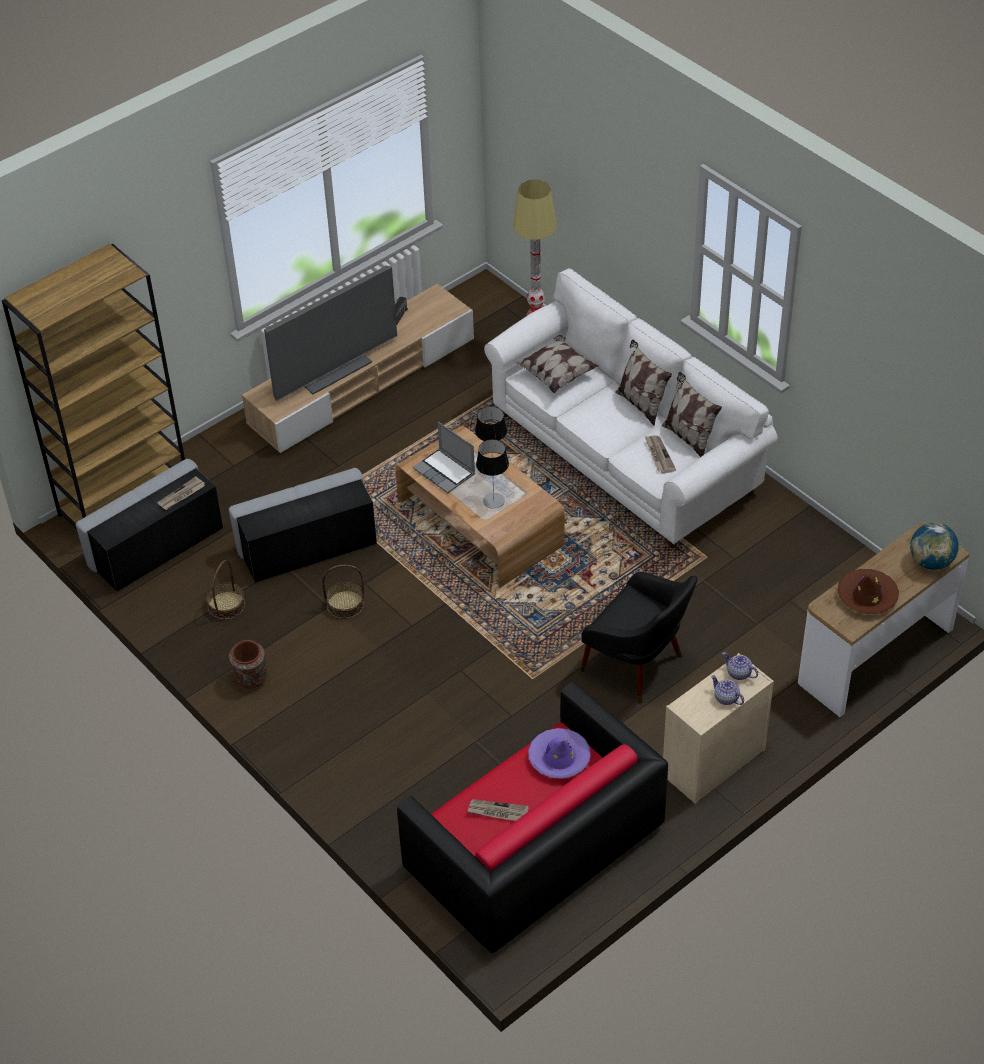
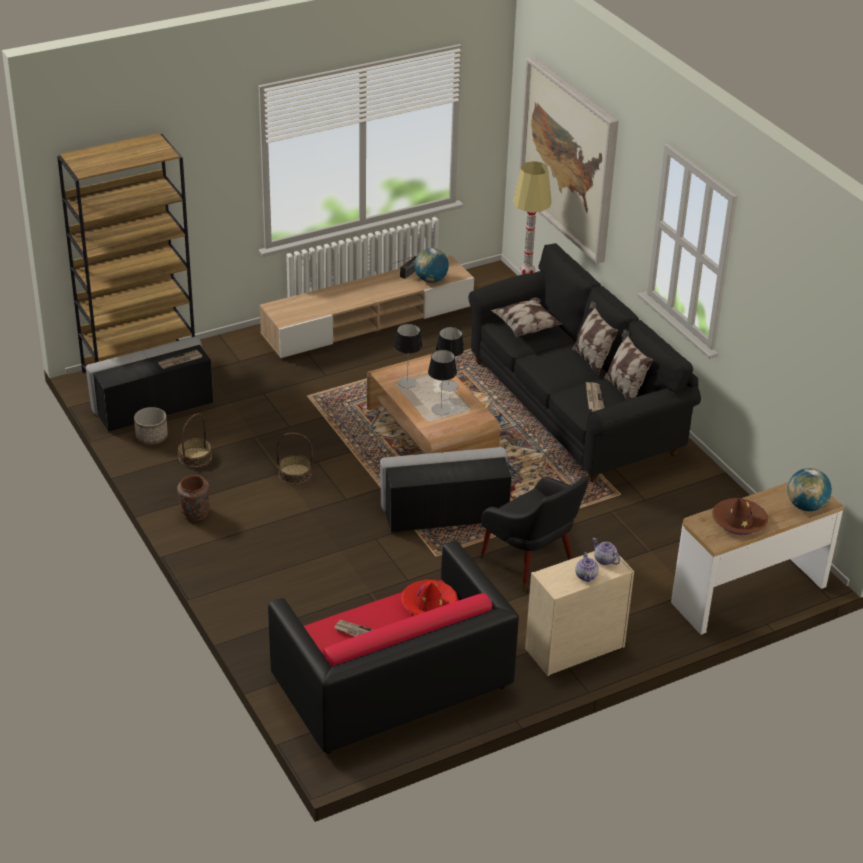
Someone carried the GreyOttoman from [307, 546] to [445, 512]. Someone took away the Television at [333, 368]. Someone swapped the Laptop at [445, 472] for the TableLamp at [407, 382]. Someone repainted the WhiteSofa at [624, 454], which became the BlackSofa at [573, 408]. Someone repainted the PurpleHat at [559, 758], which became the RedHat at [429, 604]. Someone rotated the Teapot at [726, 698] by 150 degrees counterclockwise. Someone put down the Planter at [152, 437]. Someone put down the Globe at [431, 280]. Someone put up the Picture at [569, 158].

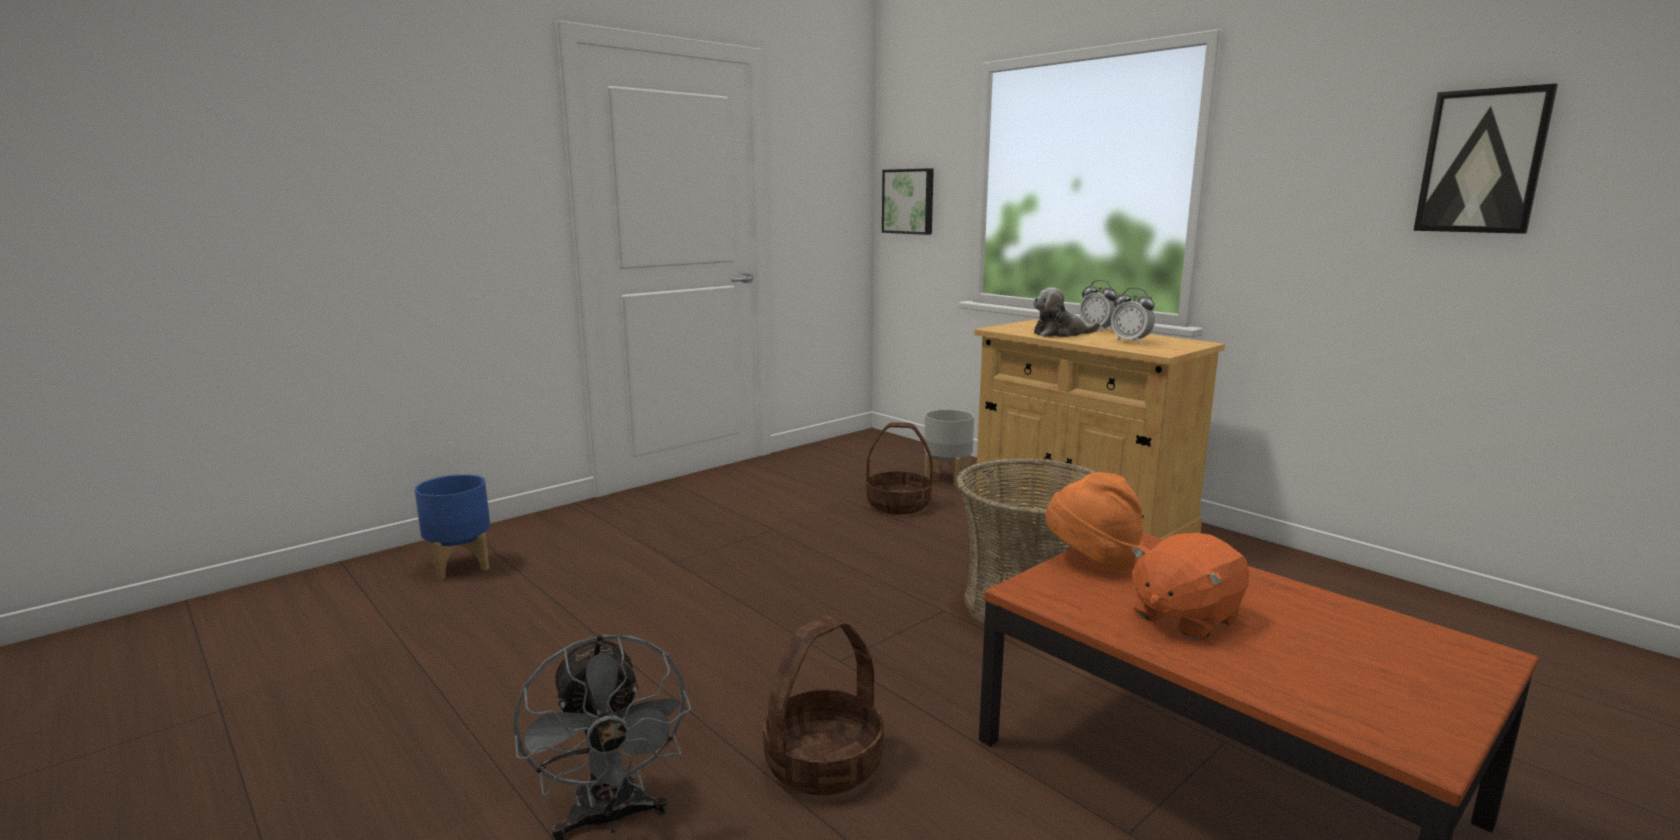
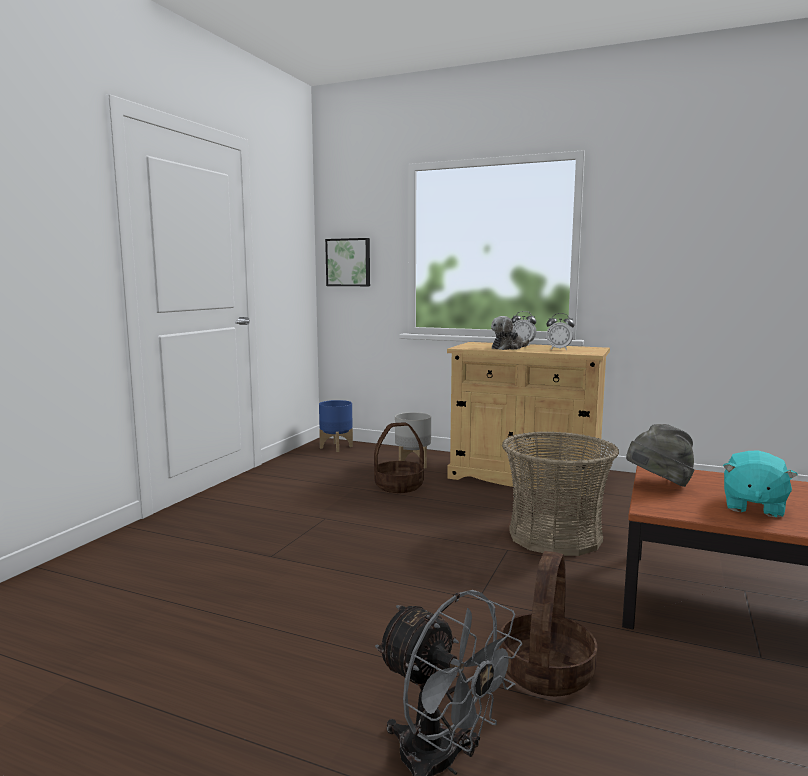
Someone carried the BluePlanter from [461, 566] to [336, 447]. Someone repainted the OrangeHat at [1092, 561], which became the GreyHat at [658, 485]. Someone repainted the OrangePlushToy at [1184, 617], which became the TurquoisePlushToy at [752, 506]. Someone took away the Picture at [1482, 161].

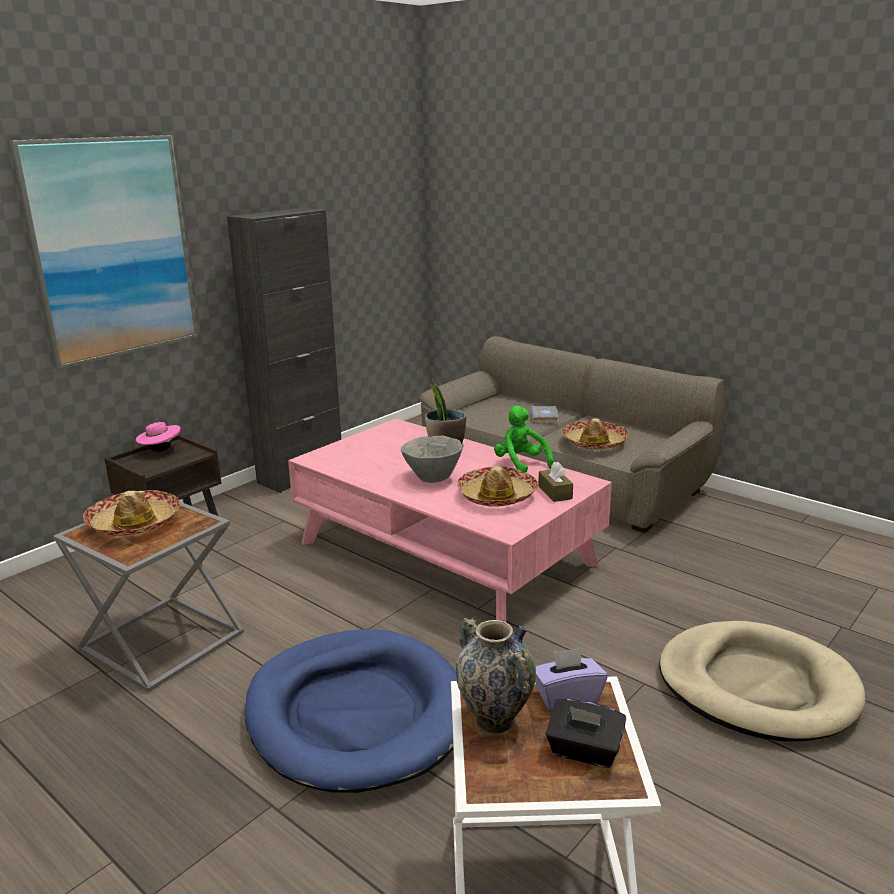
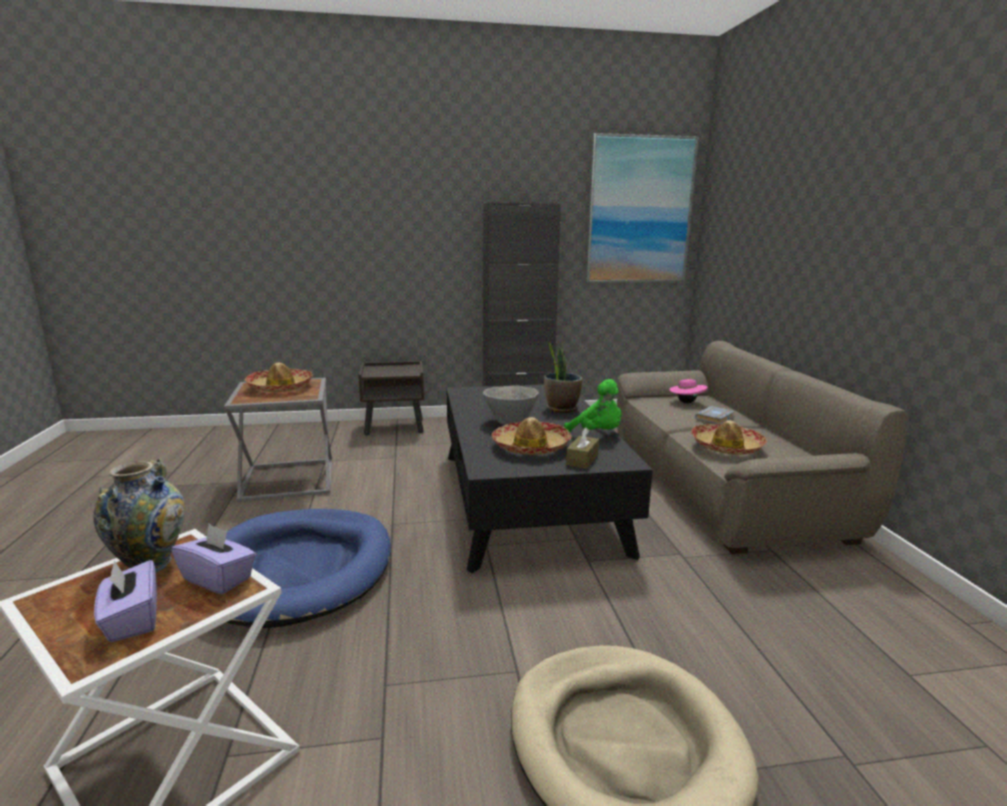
Someone carried the Picture from [112, 249] to [639, 211]. Someone carried the PinkHat from [160, 450] to [686, 402]. Someone repainted the PinkCoffeeTable at [446, 553], which became the BlackCoffeeTable at [527, 500]. Someone rotated the GreenPlushToy at [521, 464] by 120 degrees clockwise. Someone repainted the BlackTissueBox at [584, 751], which became the PurpleTissueBox at [132, 620].

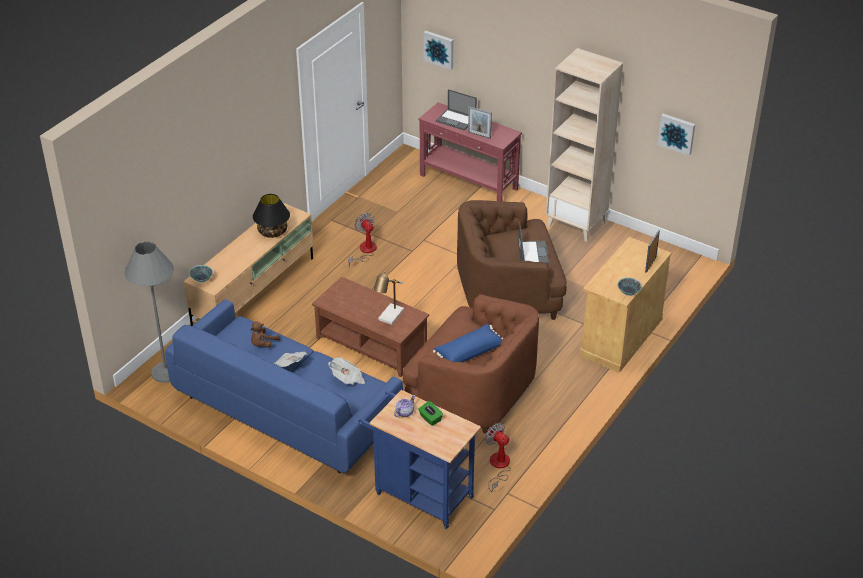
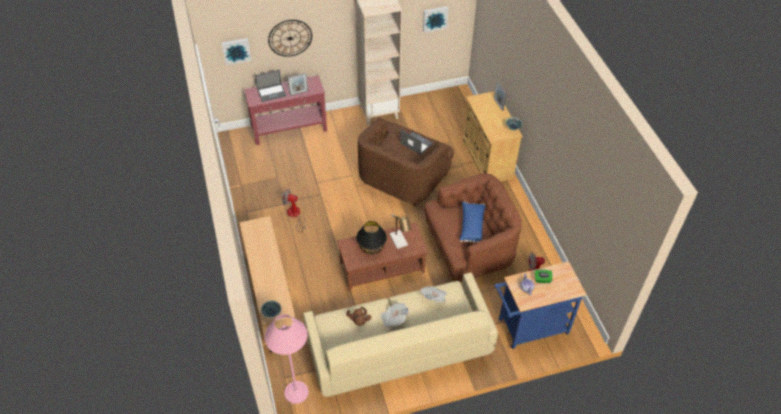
Someone repainted the GreyFloorLamp at [165, 372], which became the PinkFloorLamp at [296, 392]. Someone repainted the BlueSofa at [287, 410], which became the BeigeSofa at [398, 347]. Someone carried the BlackTableLamp from [272, 231] to [371, 247]. Someone put up the WallClock at [290, 38].

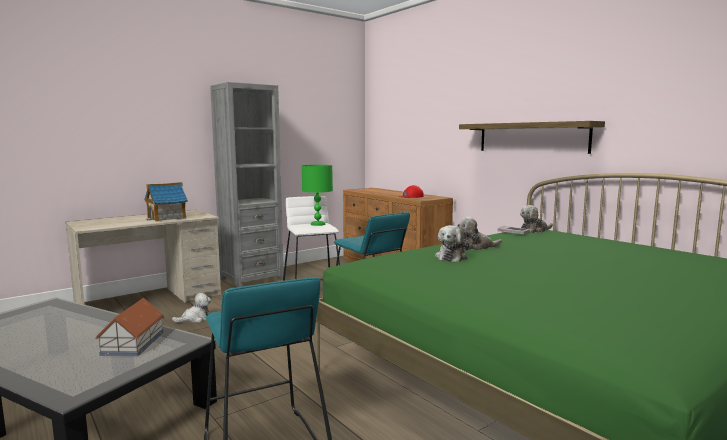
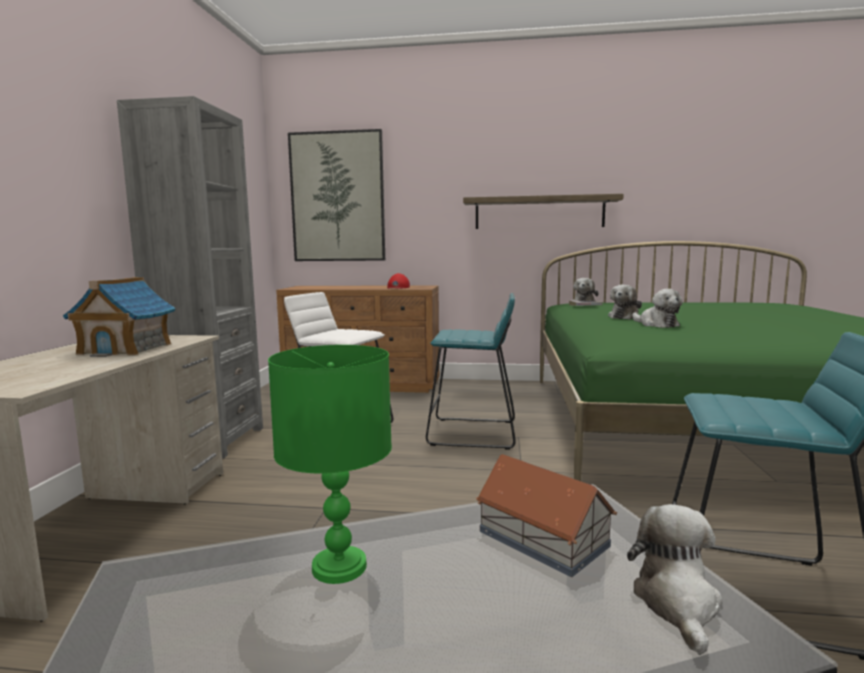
Someone carried the PlushToy from [195, 319] to [677, 603]. Someone carried the GreenTableLamp from [317, 224] to [338, 566]. Someone put up the Picture at [337, 197].

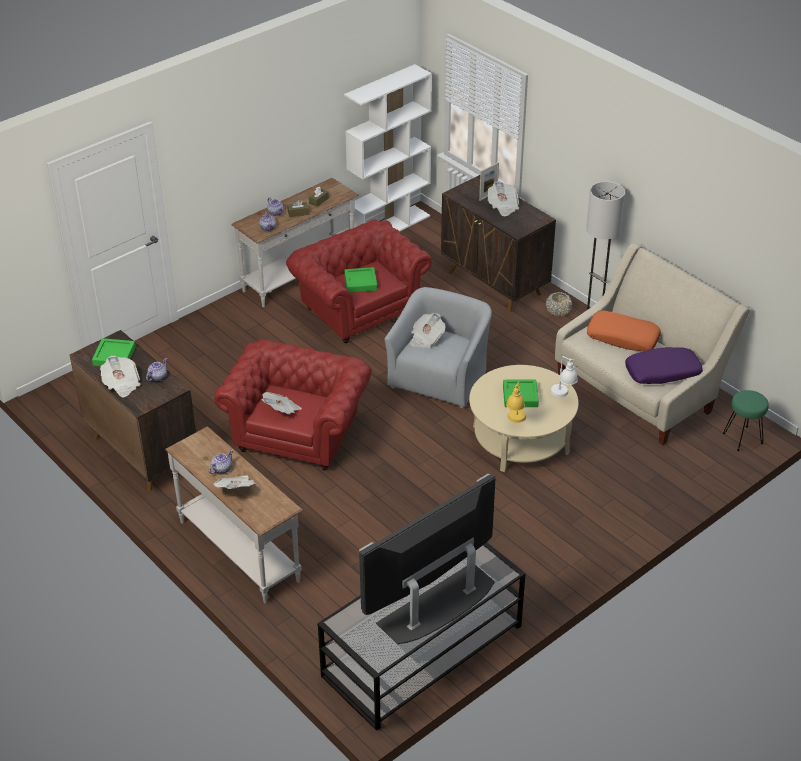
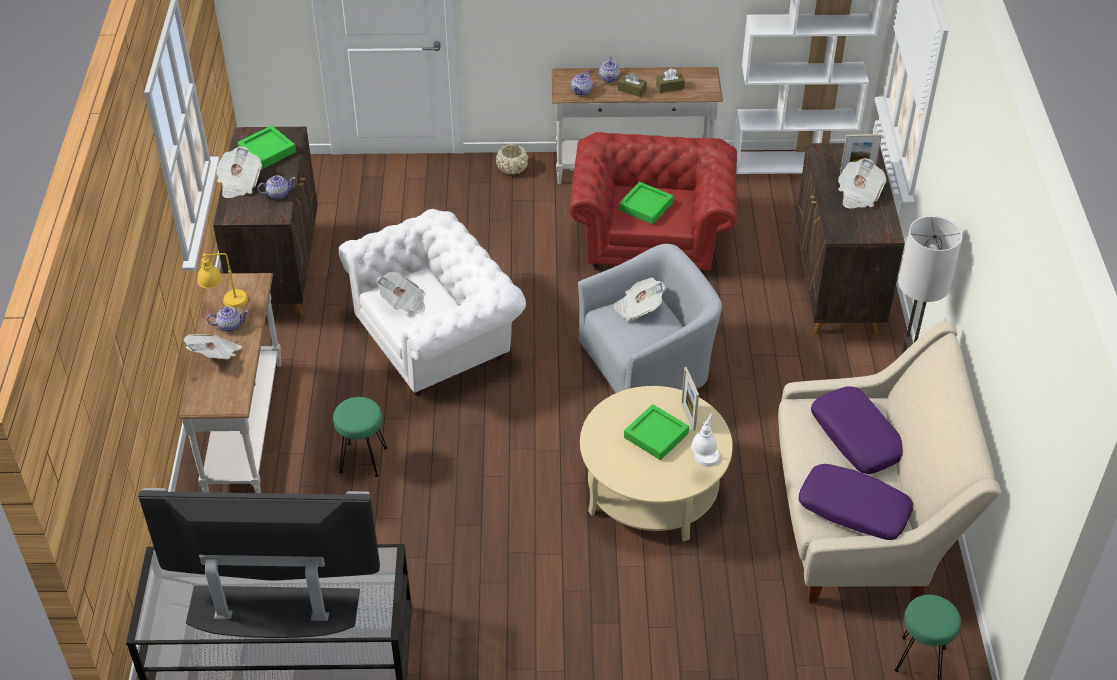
Someone repainted the RedArmchair at [299, 432], which became the WhiteArmchair at [438, 339]. Someone carried the YellowTableLamp from [515, 422] to [226, 304]. Someone carried the BeigePlanter from [558, 311] to [512, 168]. Someone repainted the OrangePillow at [623, 337], which became the PurplePillow at [857, 437]. Someone put down the GreenStool at [363, 459]. Someone put down the PictureFrame at [688, 416].

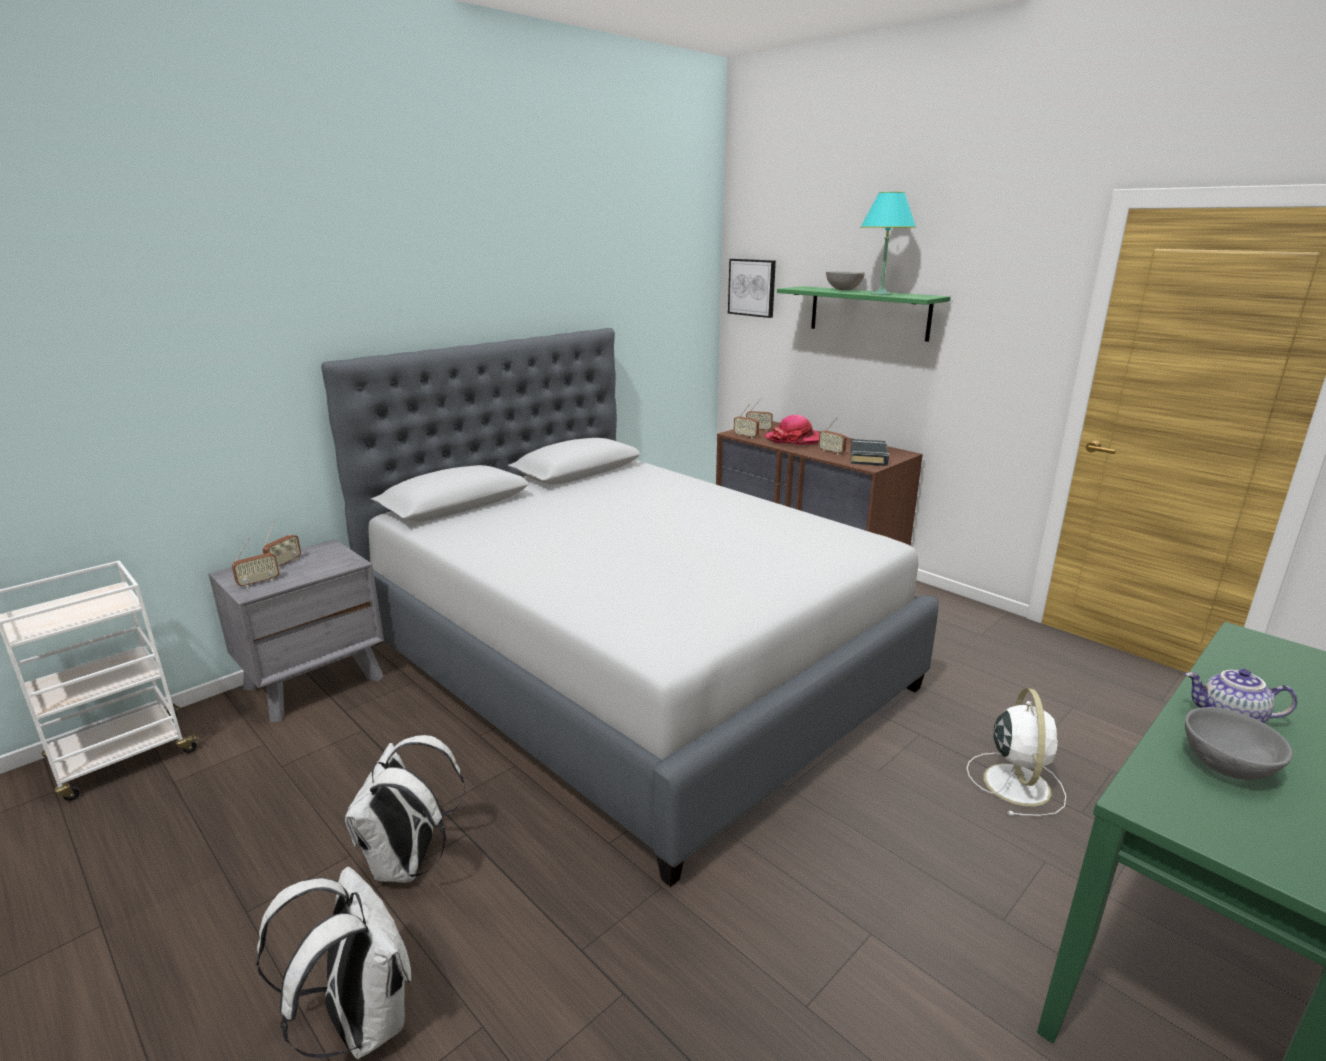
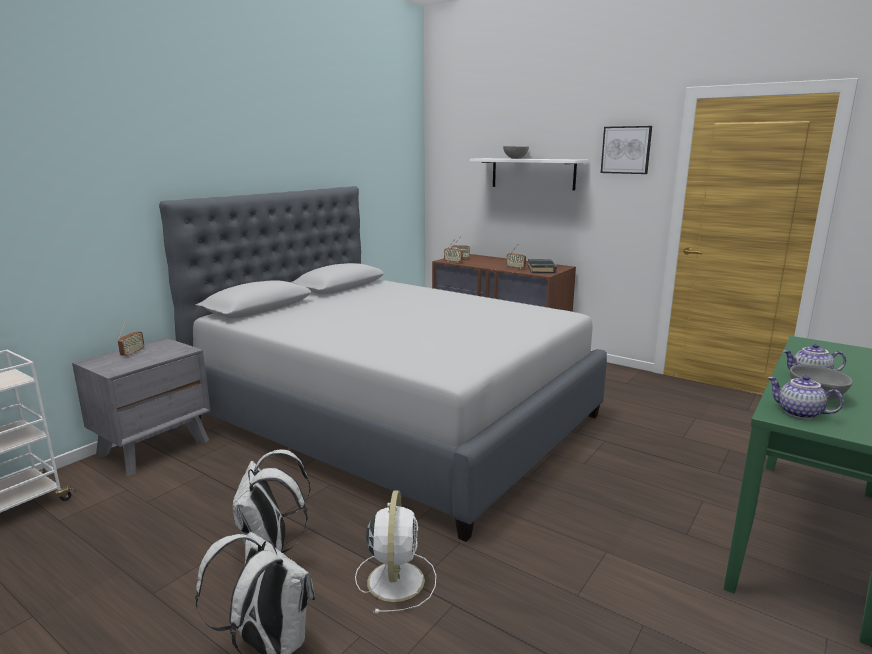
Someone took away the Radio at [258, 582]. Someone carried the Picture from [752, 287] to [626, 150]. Someone took away the Hat at [795, 439]. Someone repainted the GreenShelf at [869, 312], which became the WhiteShelf at [533, 173]. Someone took away the TurquoiseTableLamp at [881, 294]. Someone carried the WhiteFan from [1016, 782] to [396, 579]. Someone put down the Teapot at [798, 413].

